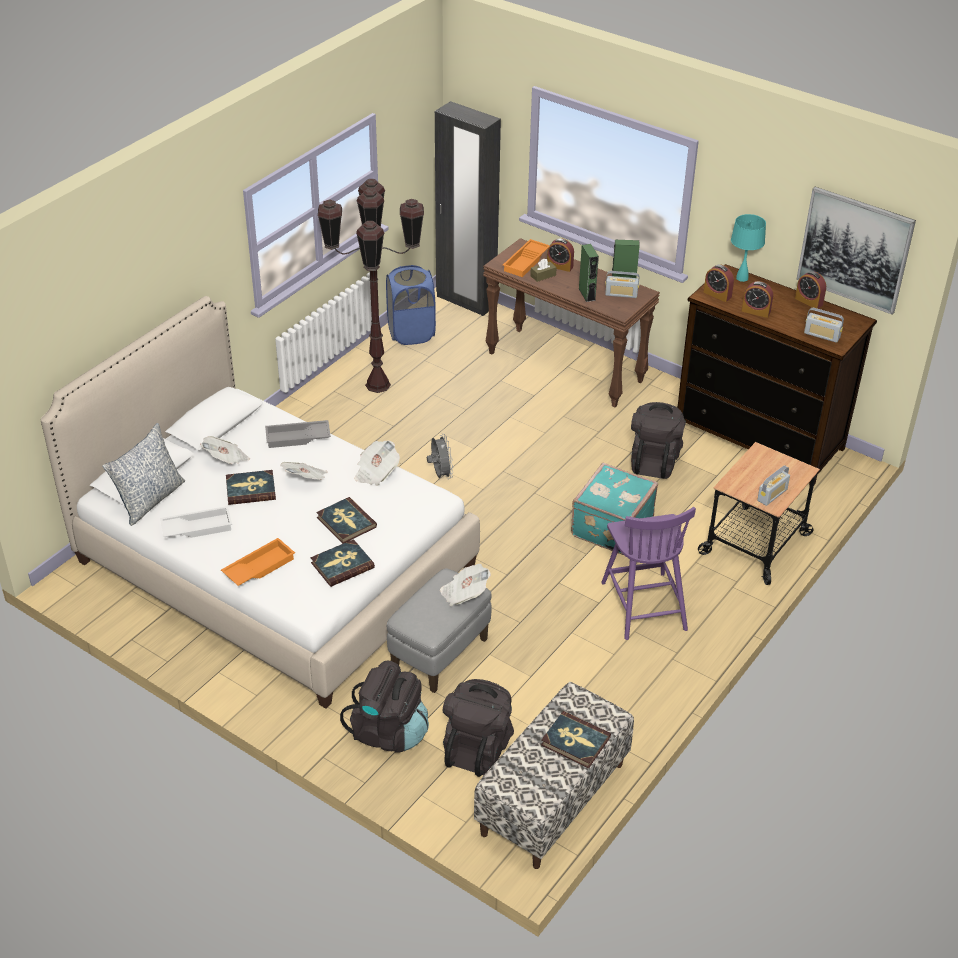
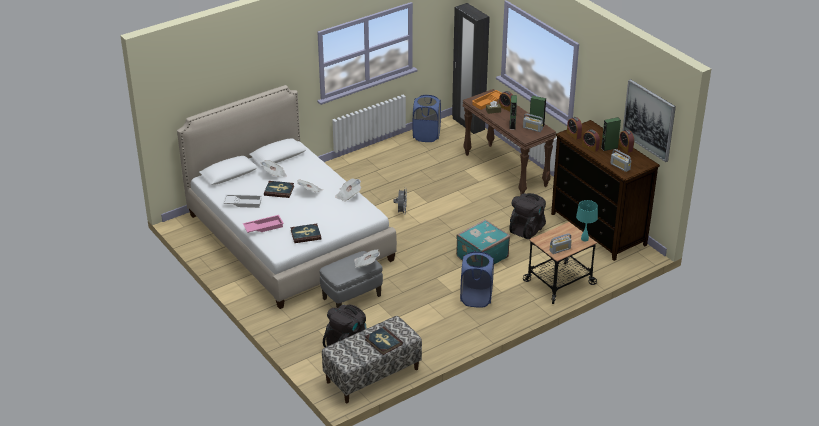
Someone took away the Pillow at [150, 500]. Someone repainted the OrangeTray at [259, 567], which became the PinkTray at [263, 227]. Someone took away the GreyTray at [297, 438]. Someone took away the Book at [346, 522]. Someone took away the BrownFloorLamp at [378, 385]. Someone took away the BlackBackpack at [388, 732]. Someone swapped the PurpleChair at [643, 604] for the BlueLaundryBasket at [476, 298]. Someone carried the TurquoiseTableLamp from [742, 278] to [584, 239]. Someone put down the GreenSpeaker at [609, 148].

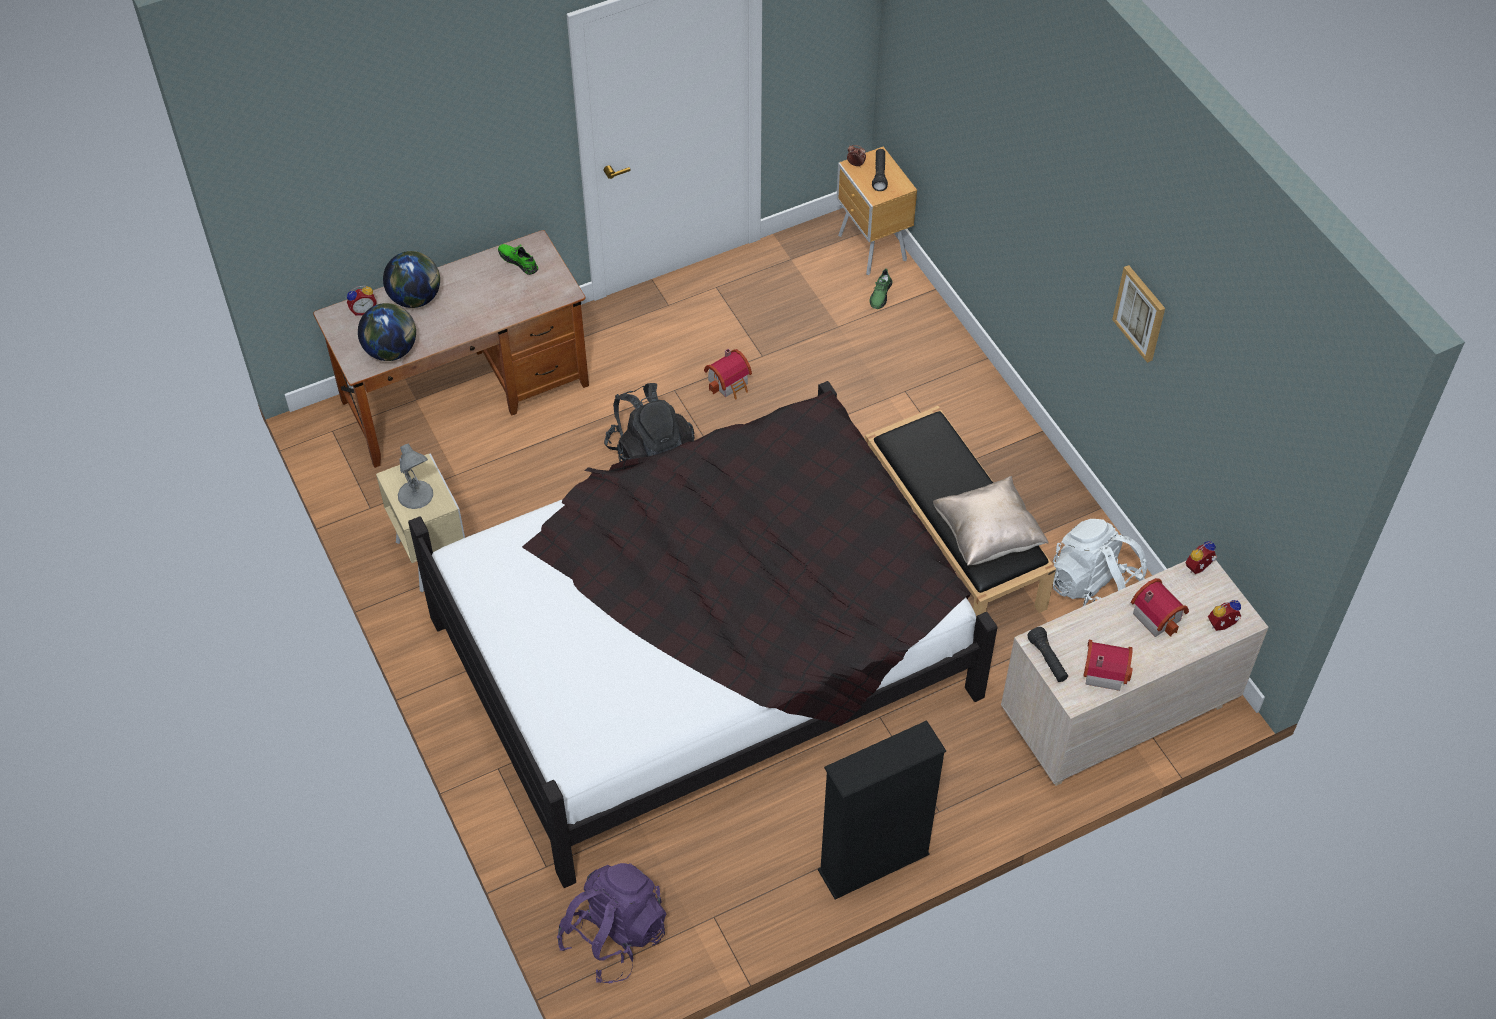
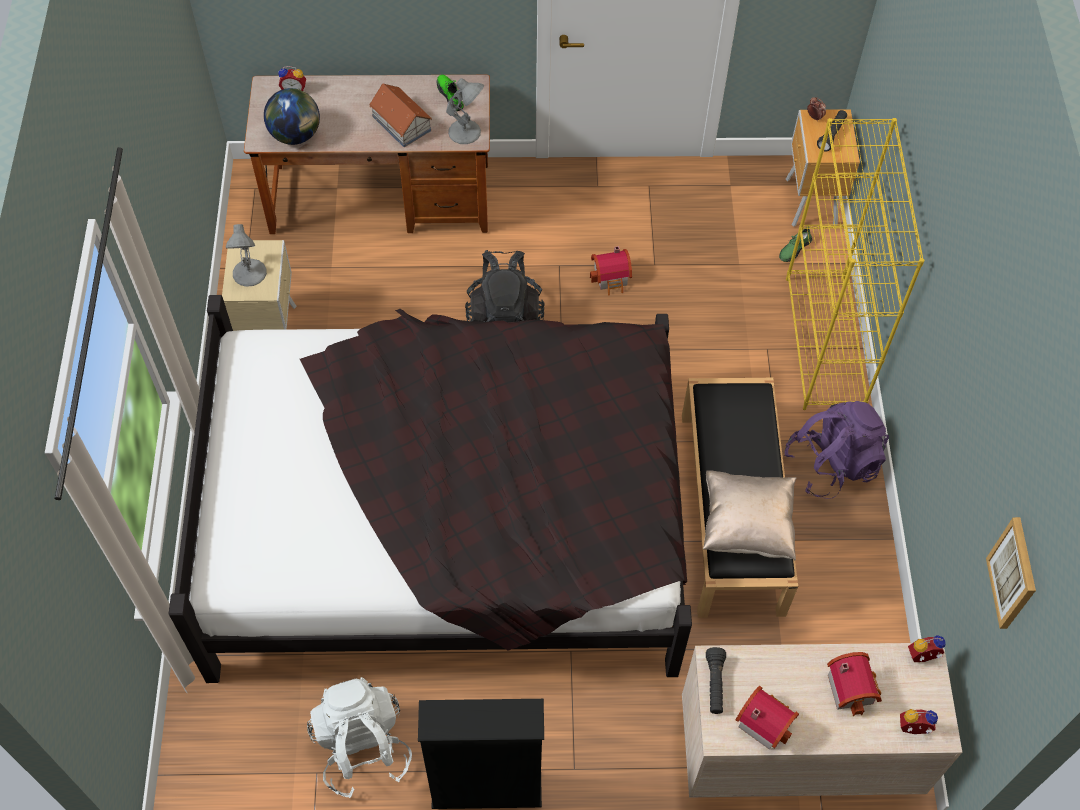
Someone took away the Globe at [415, 298]. Someone carried the PurpleBackpack from [614, 936] to [831, 464]. Someone carried the WhiteBackpack from [1094, 591] to [362, 747]. Someone carried the Picture from [1140, 313] to [1013, 573]. Someone put down the ToyHouse at [401, 124]. Someone put down the GreyTableLamp at [466, 132]. Someone put down the YellowBookcase at [825, 343].

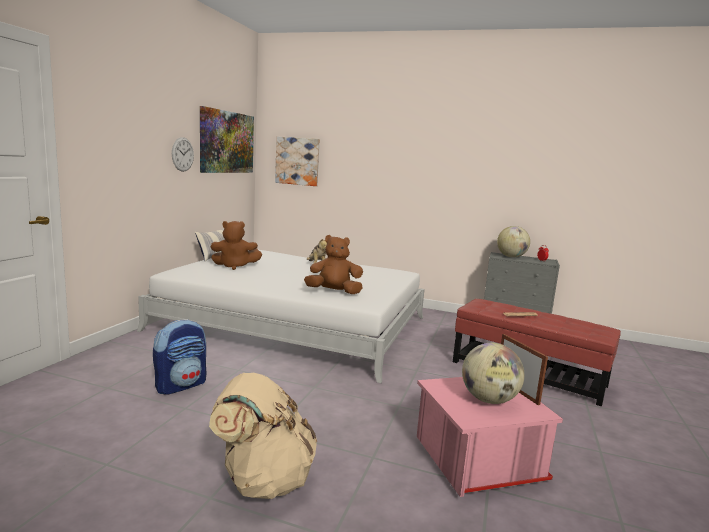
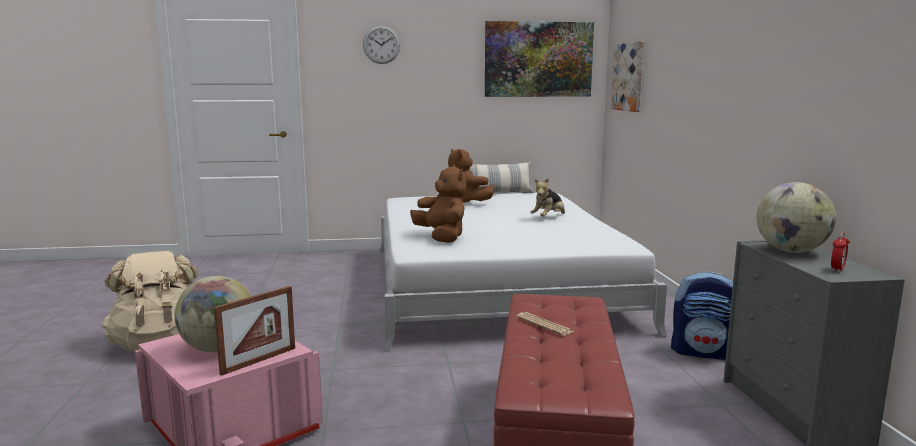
Someone carried the Backpack from [181, 385] to [703, 352]. Someone carried the WallClock from [182, 154] to [381, 44].

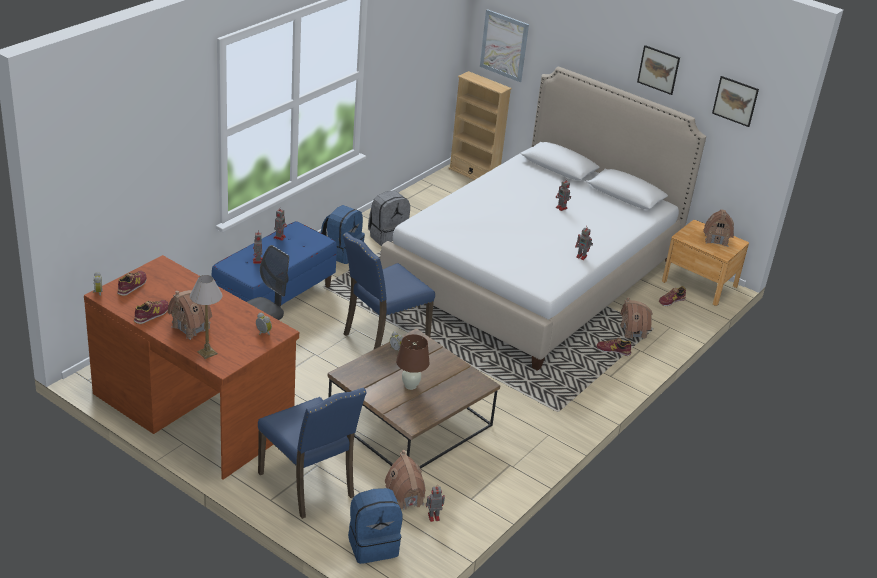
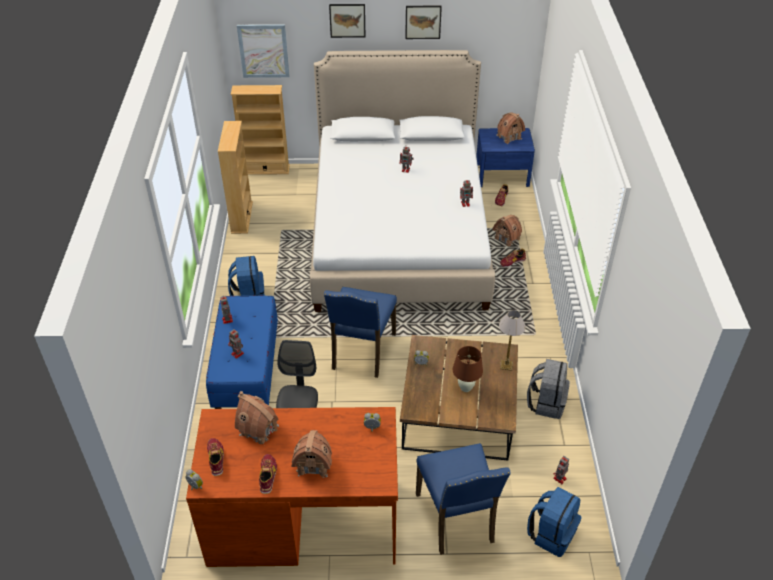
Someone carried the TableLamp from [206, 352] to [506, 365]. Someone rotated the BlueChair at [309, 485] by 60 degrees clockwise. Someone carried the GreyBackpack from [387, 236] to [546, 403]. Someone carried the ToyHouse from [405, 498] to [259, 430]. Someone repainted the BrownNightstand at [699, 283], which became the BlueNightstand at [502, 175]. Someone carried the Picture from [735, 101] to [347, 20]. Someone put down the BeigeBookcase at [241, 217].

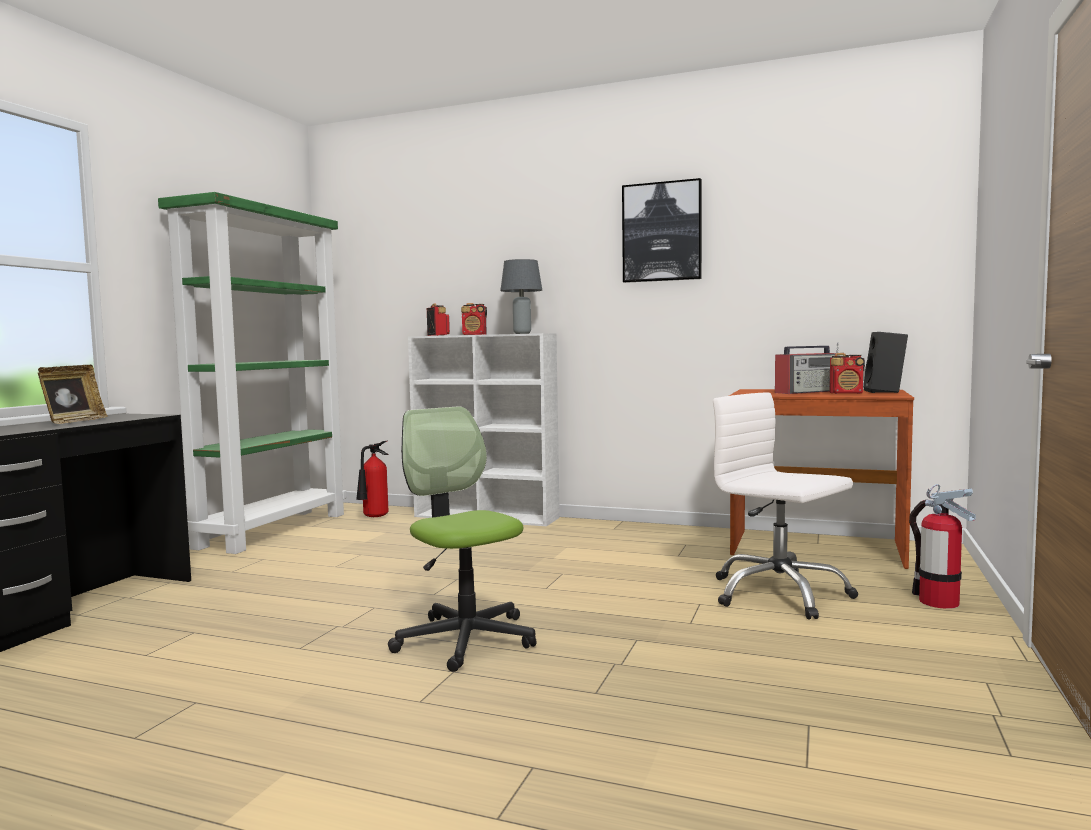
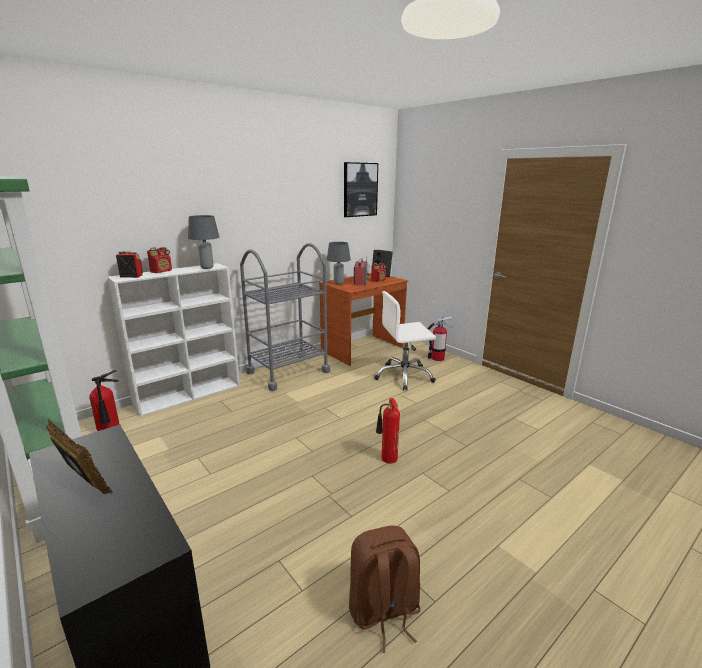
Someone swapped the OfficeChair at [465, 640] for the FireExtinguisher at [388, 459]. Someone carried the Picture from [662, 232] to [360, 189]. Someone put down the GreyCart at [288, 372]. Someone put down the GreyTableLamp at [339, 283]. Someone put down the BrownBackpack at [383, 611].

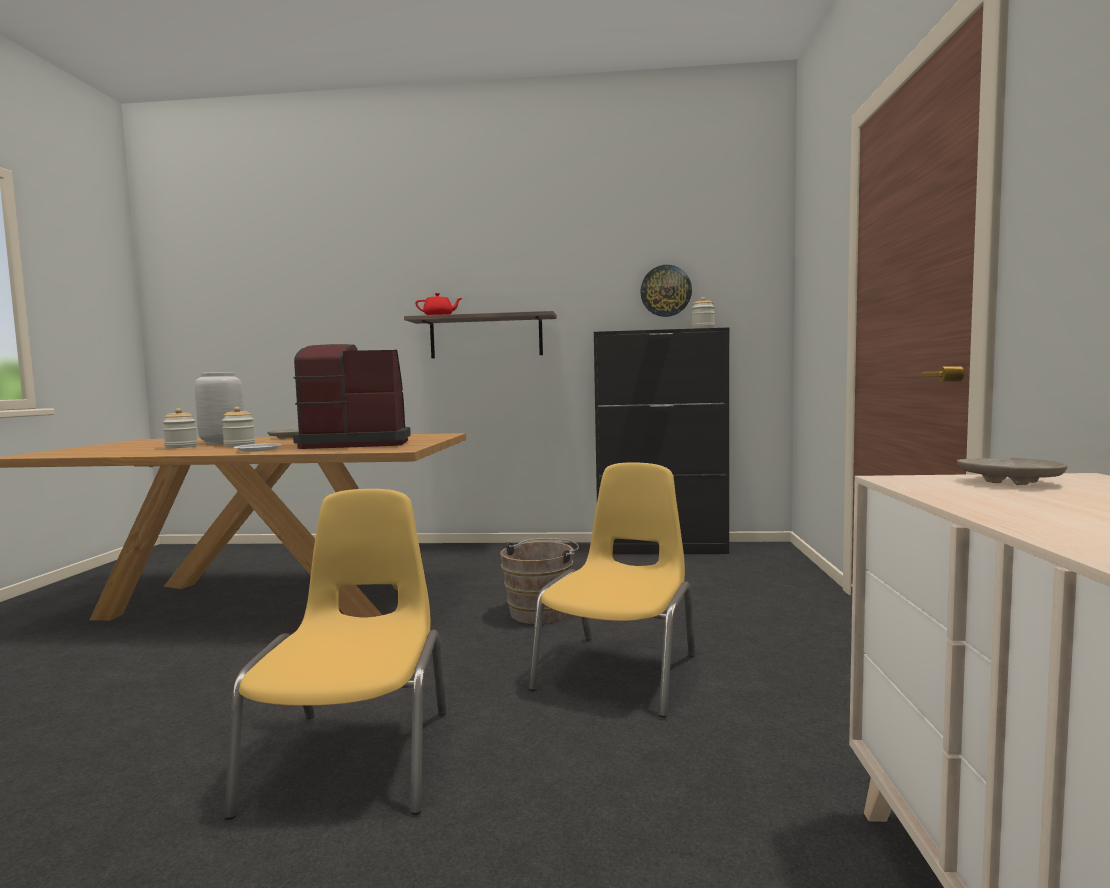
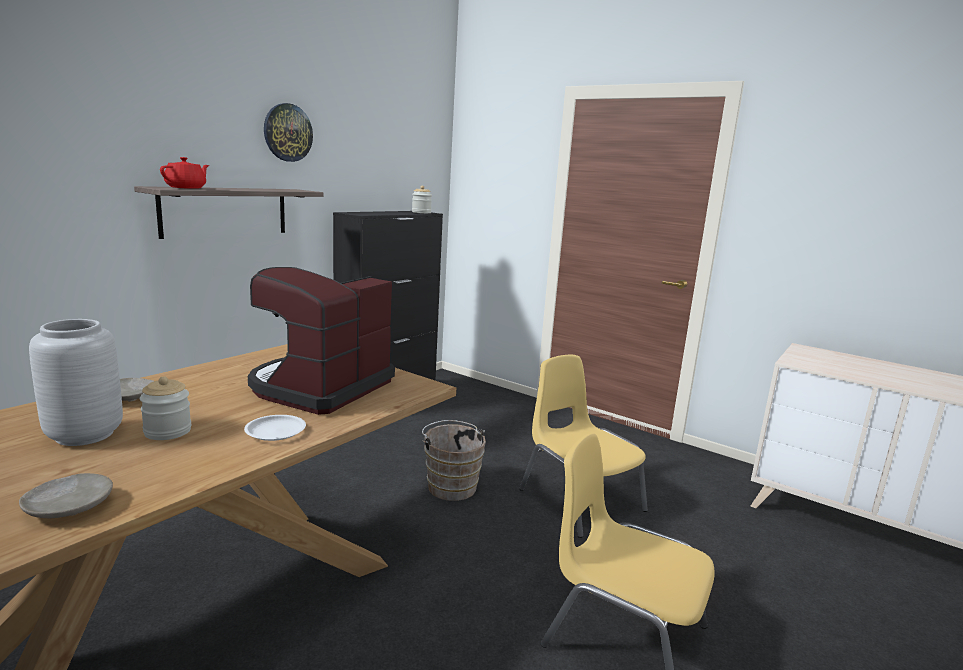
Someone took away the Jar at [181, 447]. Someone carried the WallClock from [665, 291] to [287, 132]. Someone carried the BeigePlate from [1009, 481] to [70, 506].

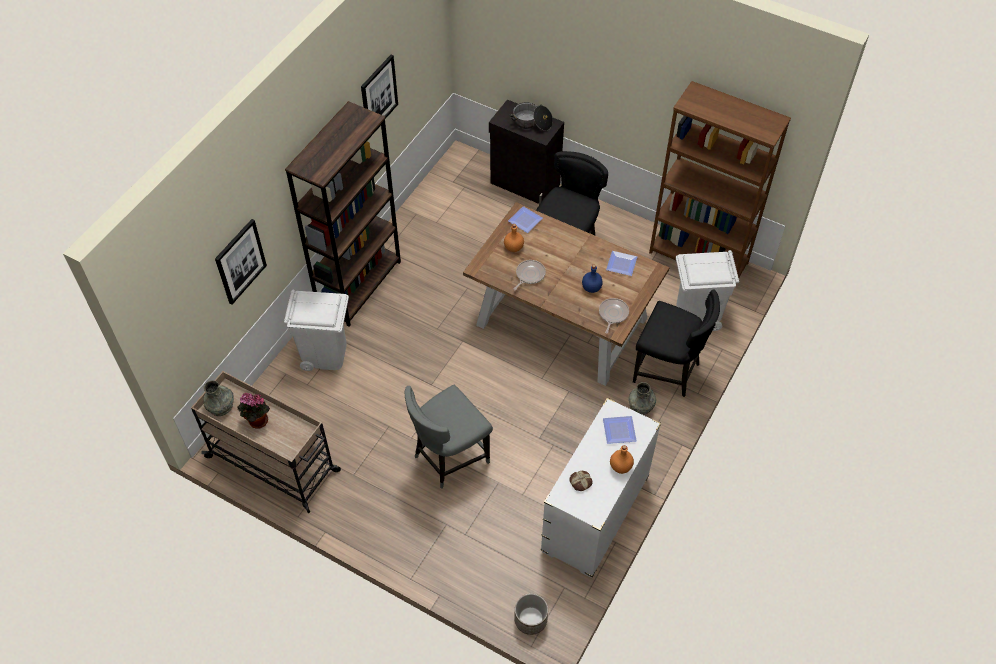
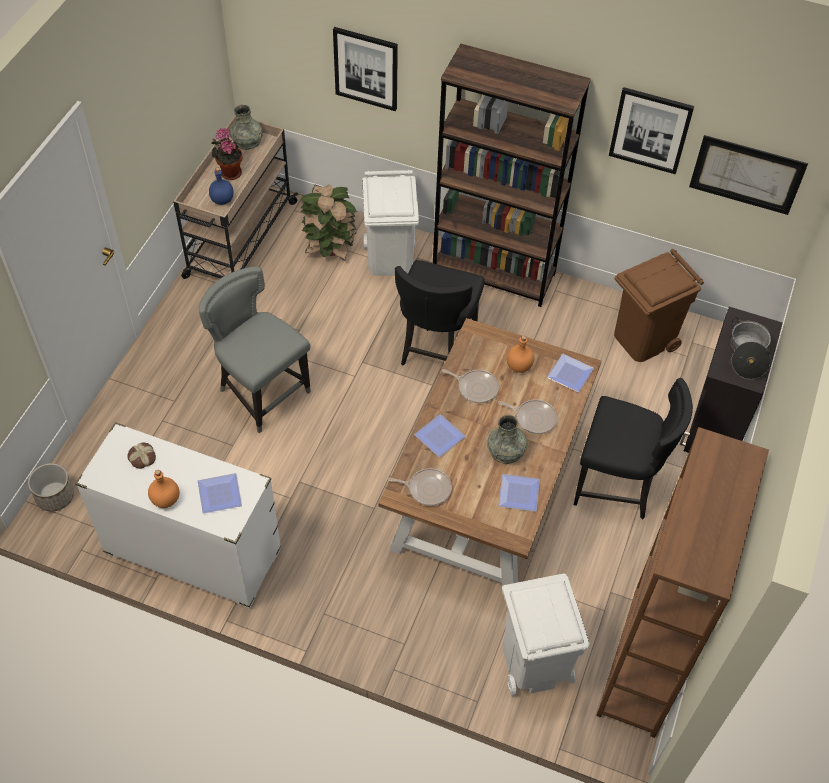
Someone carried the BlueBottle from [591, 288] to [222, 199]. Someone carried the GreyVase from [641, 405] to [506, 451]. Someone carried the BlackChair from [668, 371] to [435, 348]. Someone put down the PottedPlant at [330, 248]. Someone put down the Plate at [437, 437]. Someone put down the FryingPan at [533, 418]. Someone put down the BrownTrashCan at [643, 339]. Someone put up the Picture at [746, 174].

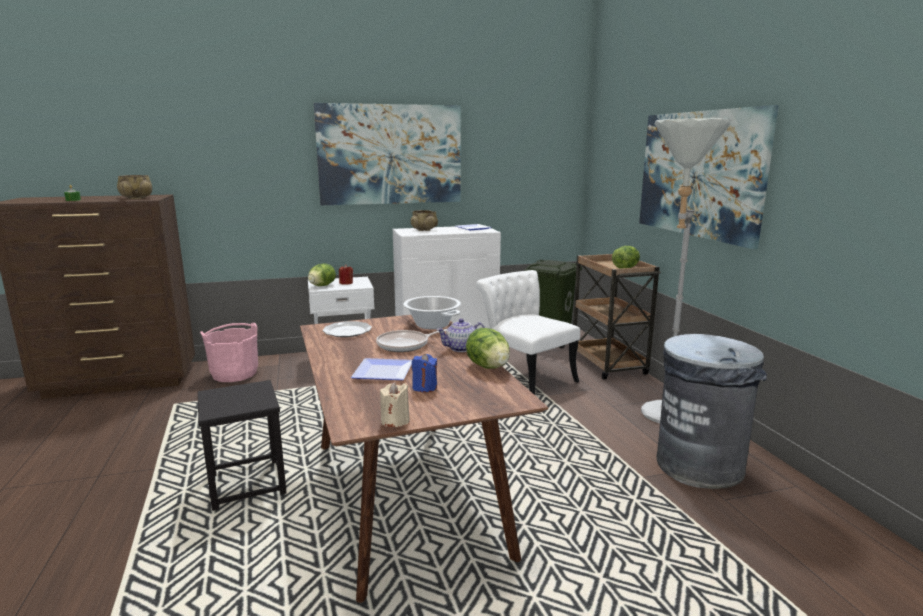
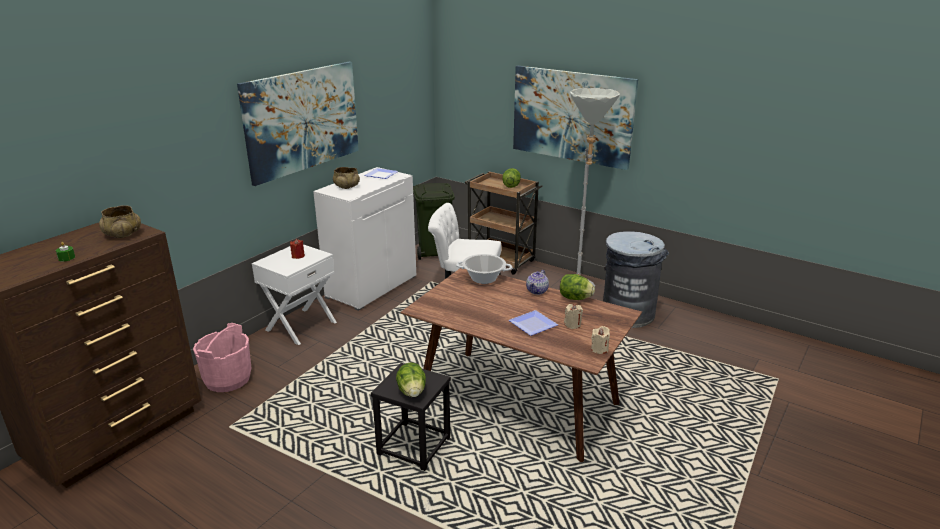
Someone carried the Lettuce from [322, 286] to [412, 392]. Someone took away the Plate at [346, 331]. Someone took away the FryingPan at [405, 345]. Someone repainted the BlueCandle at [424, 387], which became the BeigeCandle at [572, 325].

